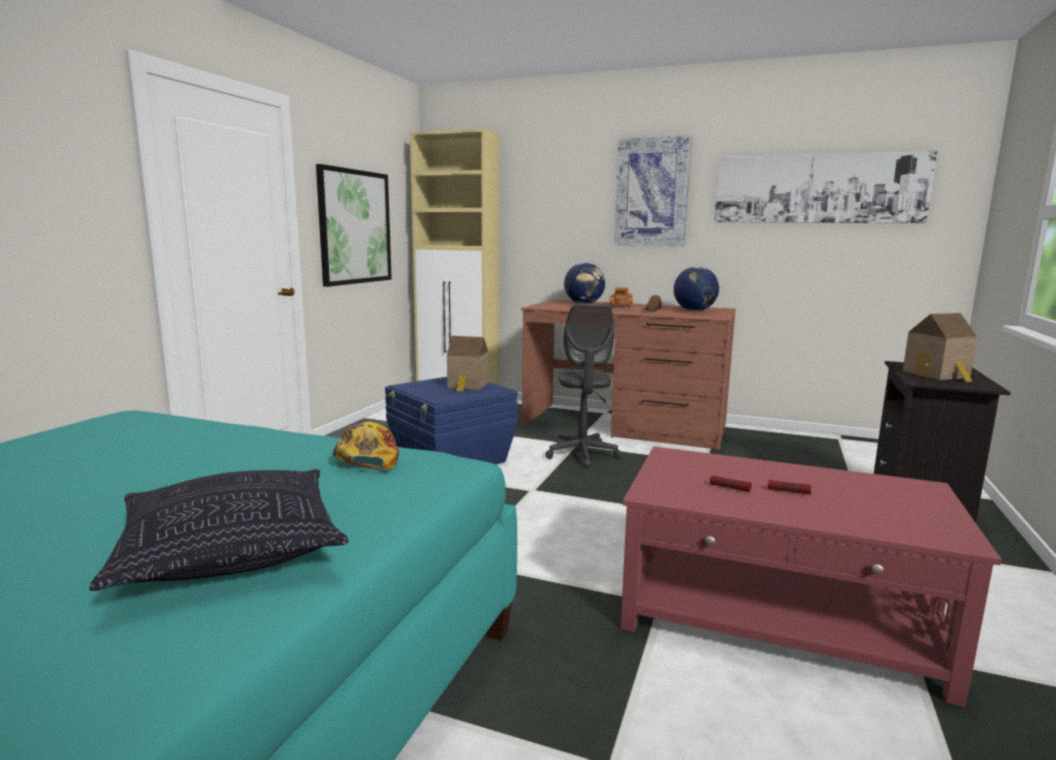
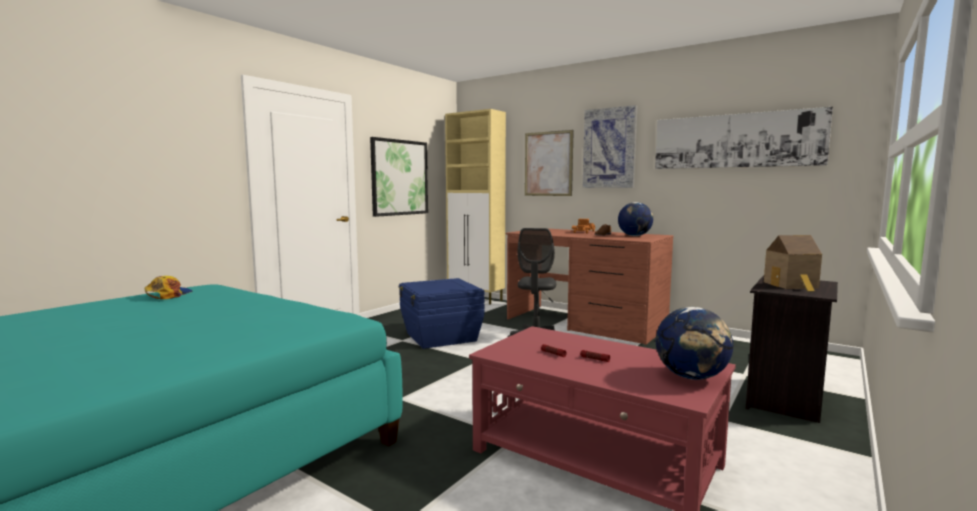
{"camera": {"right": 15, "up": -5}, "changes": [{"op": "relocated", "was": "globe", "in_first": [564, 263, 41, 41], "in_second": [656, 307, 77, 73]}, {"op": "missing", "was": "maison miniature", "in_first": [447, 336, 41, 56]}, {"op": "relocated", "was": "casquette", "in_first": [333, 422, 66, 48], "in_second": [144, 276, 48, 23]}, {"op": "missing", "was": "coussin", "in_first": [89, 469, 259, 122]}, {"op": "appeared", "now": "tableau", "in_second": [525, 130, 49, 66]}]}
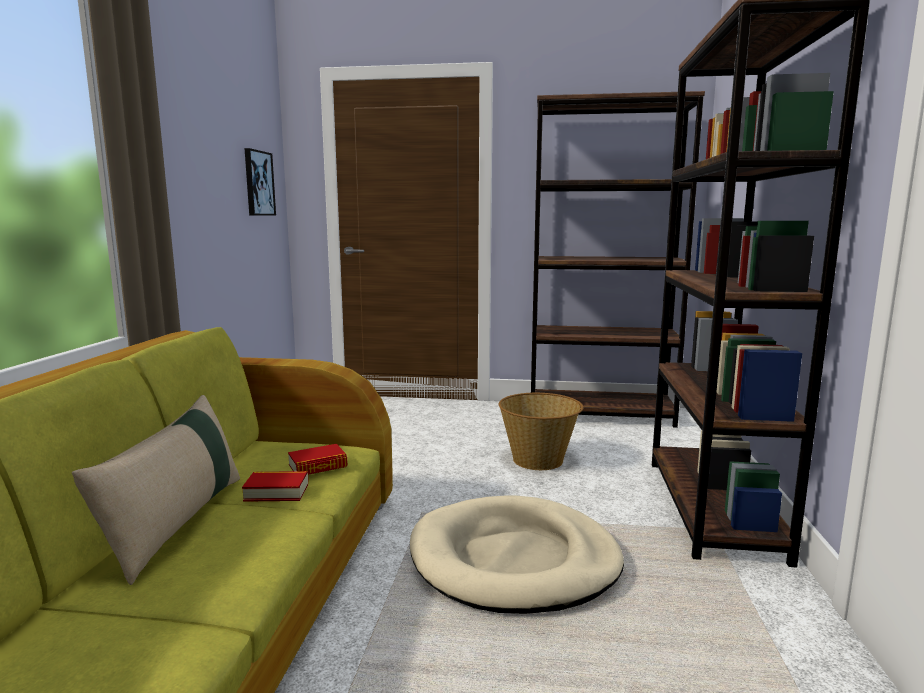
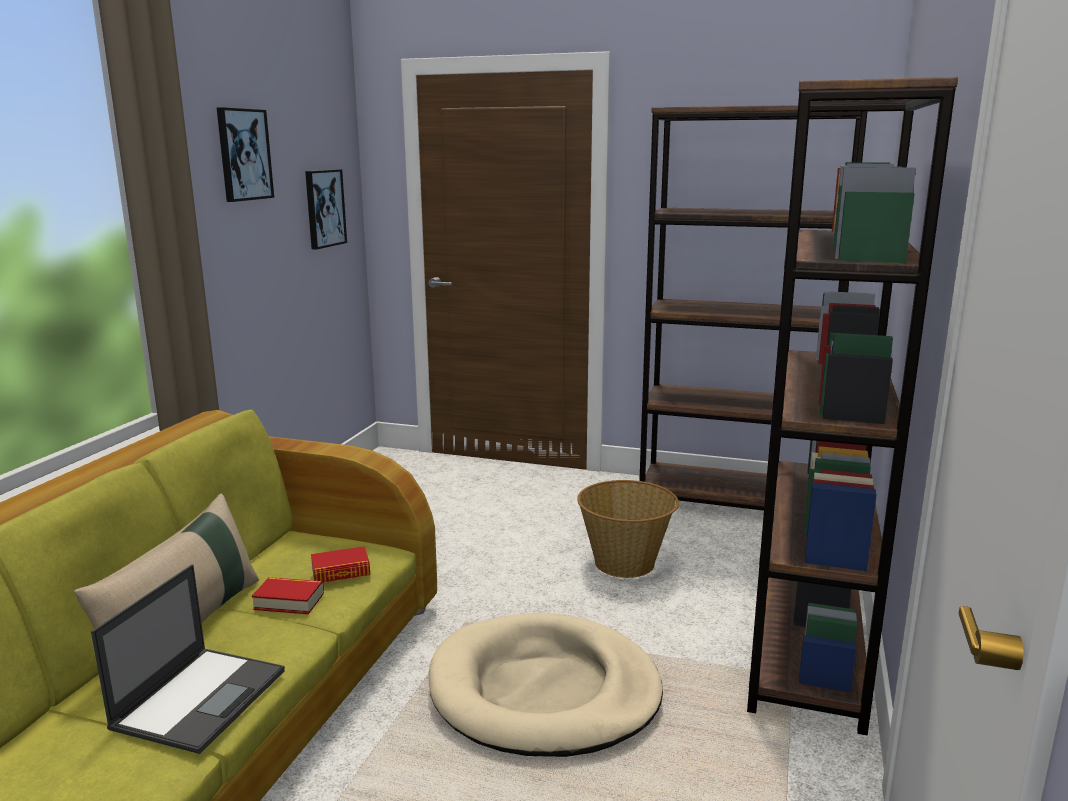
{"camera": {"right": 10, "up": 5}, "changes": [{"op": "appeared", "now": "tableau", "in_second": [217, 107, 57, 95]}, {"op": "appeared", "now": "ordinateur portable", "in_second": [91, 564, 194, 190]}]}
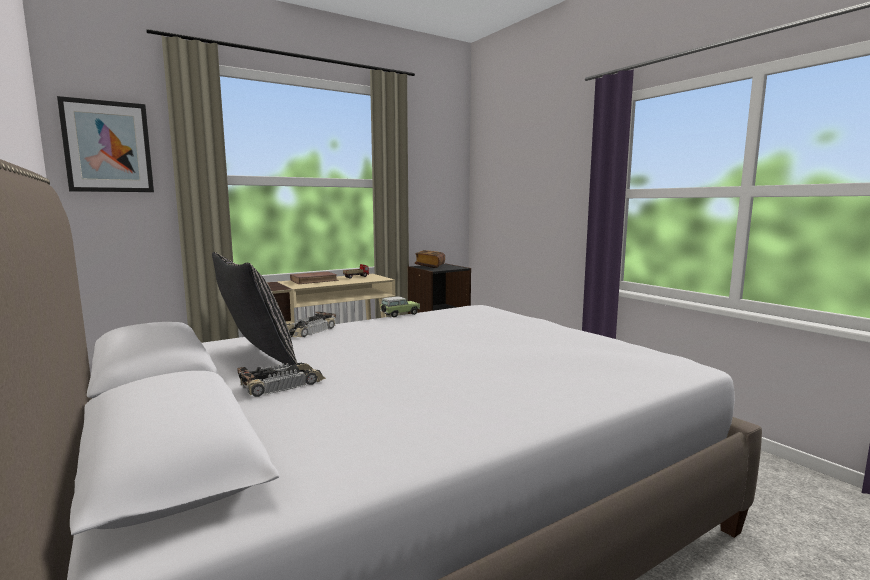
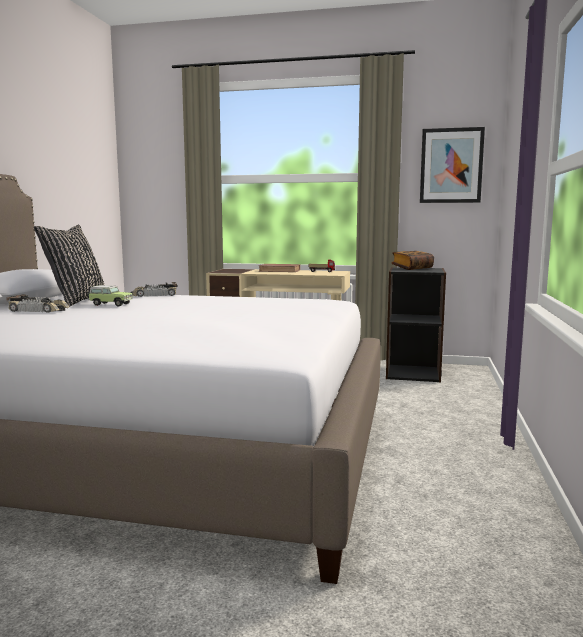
{"camera": {"right": 45, "up": 0}, "changes": [{"op": "relocated", "was": "tableau", "in_first": [57, 96, 97, 96], "in_second": [420, 127, 65, 76]}, {"op": "relocated", "was": "petite voiture", "in_first": [380, 296, 40, 22], "in_second": [87, 285, 46, 21]}]}
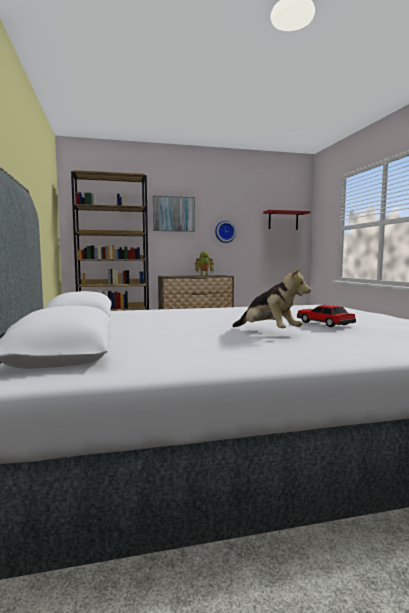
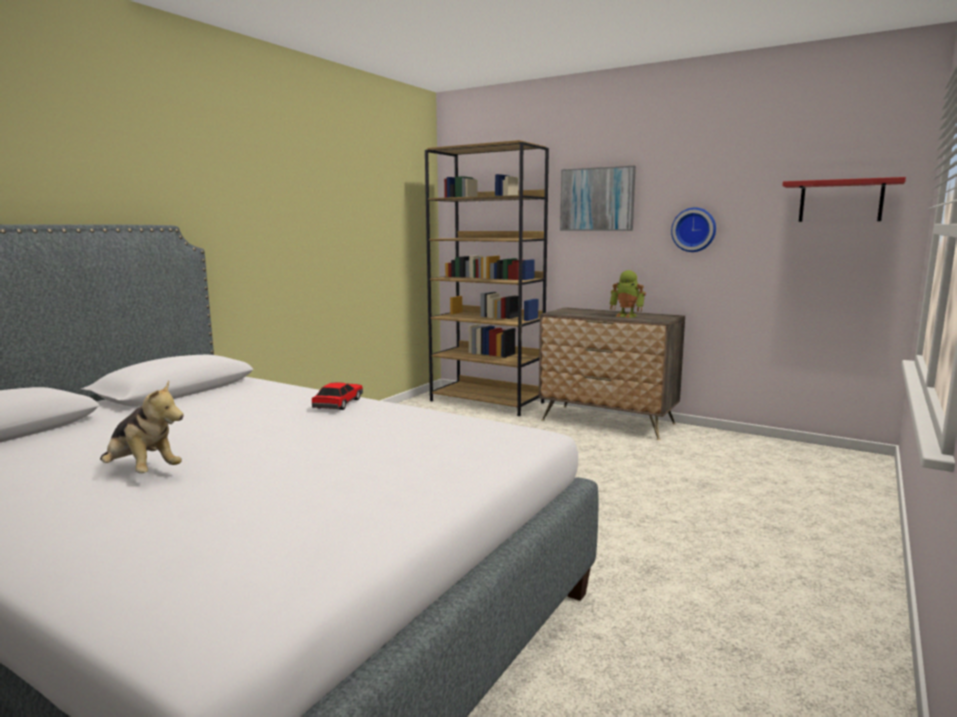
{"camera": {"right": 45, "up": 5}, "changes": [{"op": "spun", "was": "peluche", "in_first": [233, 267, 78, 61], "in_second": [100, 380, 84, 93], "clockwise": -60}, {"op": "relocated", "was": "petite voiture", "in_first": [297, 305, 59, 22], "in_second": [312, 382, 51, 28]}]}
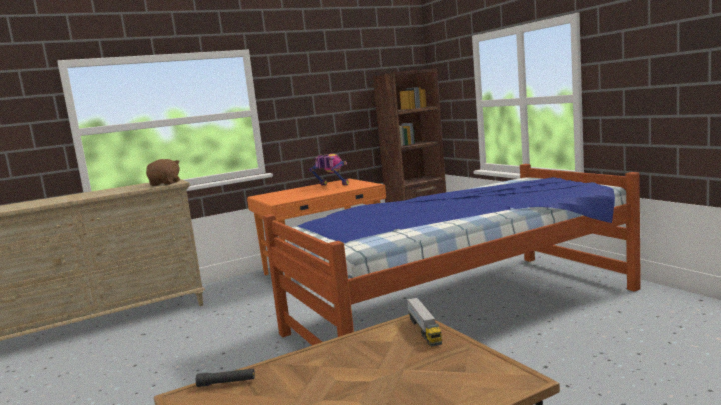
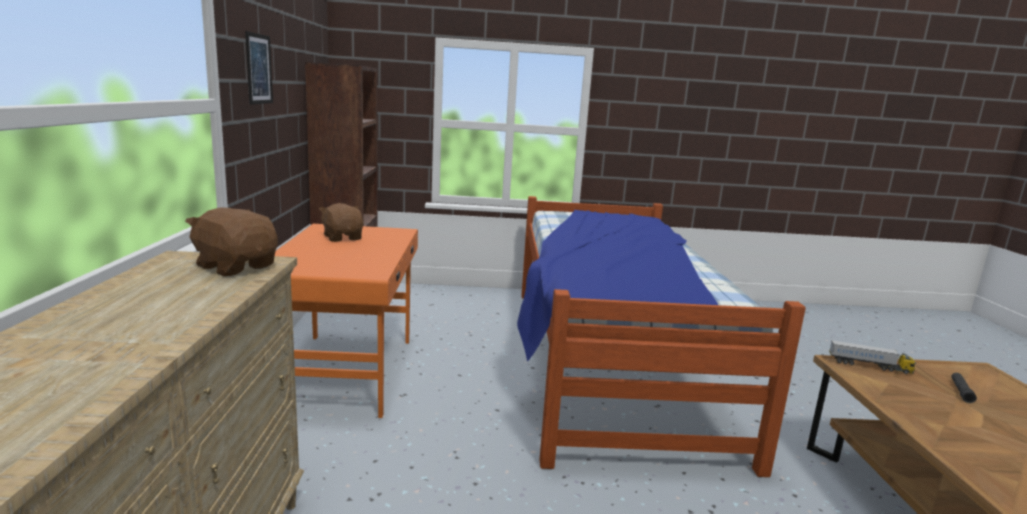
{"camera": {"right": -65, "up": 5}, "changes": [{"op": "exchanged", "was": "robot jouet", "now": "peluche [marron]", "in_first": [309, 154, 40, 31], "in_second": [319, 203, 45, 39]}, {"op": "relocated", "was": "lampe de poche [noir]", "in_first": [196, 369, 59, 18], "in_second": [951, 373, 26, 30]}, {"op": "appeared", "now": "tableau", "in_second": [245, 31, 28, 73]}]}
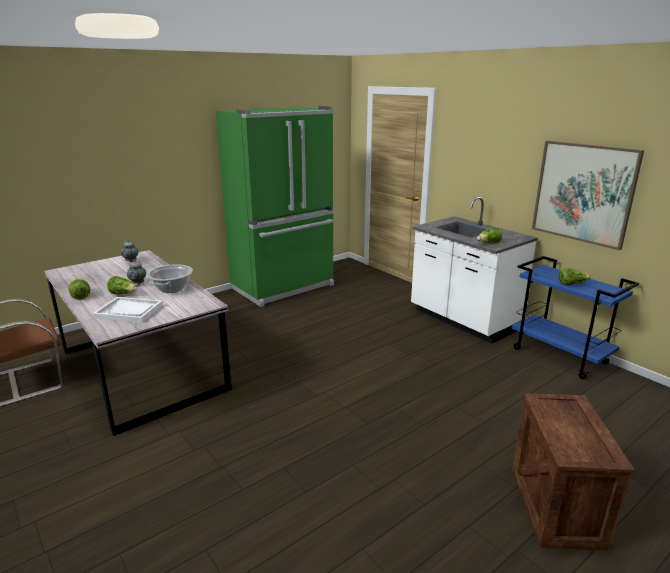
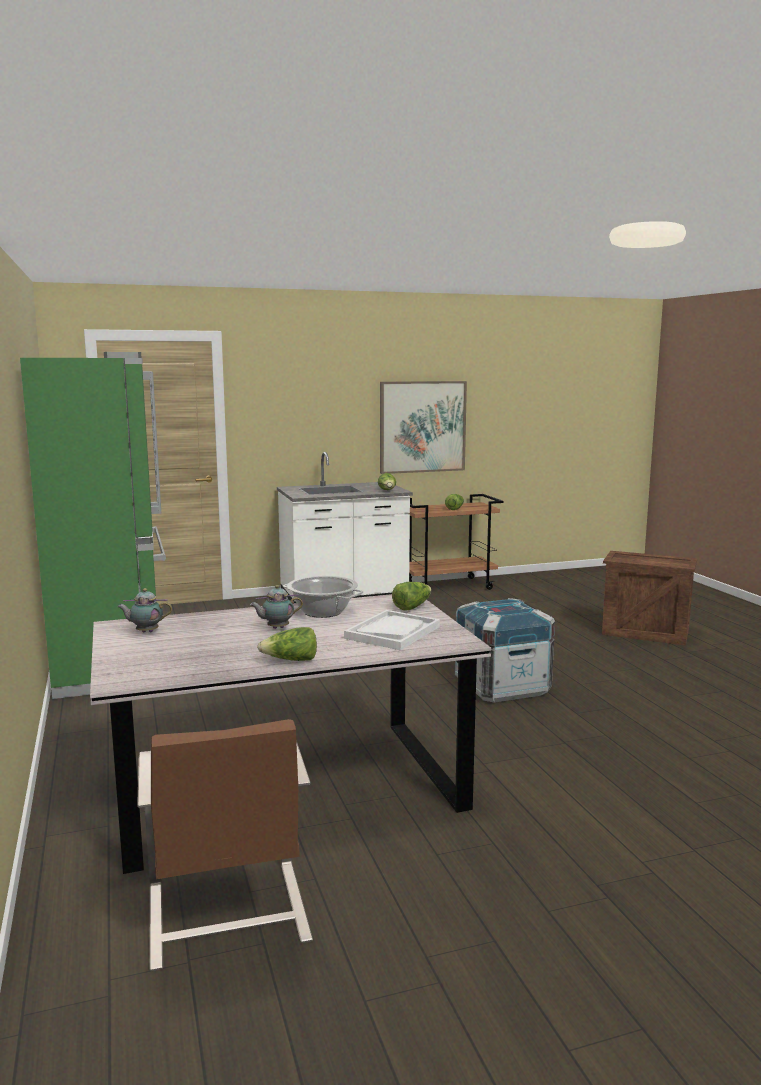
{"camera": {"right": -70, "up": -10}, "changes": [{"op": "colour", "was": "chariot [bleu]", "now": "chariot [marron]", "in_first": [512, 256, 127, 123], "in_second": [409, 494, 95, 96]}, {"op": "relocated", "was": "laitue", "in_first": [107, 276, 30, 19], "in_second": [392, 582, 40, 29]}, {"op": "appeared", "now": "caisse", "in_second": [455, 598, 100, 105]}]}
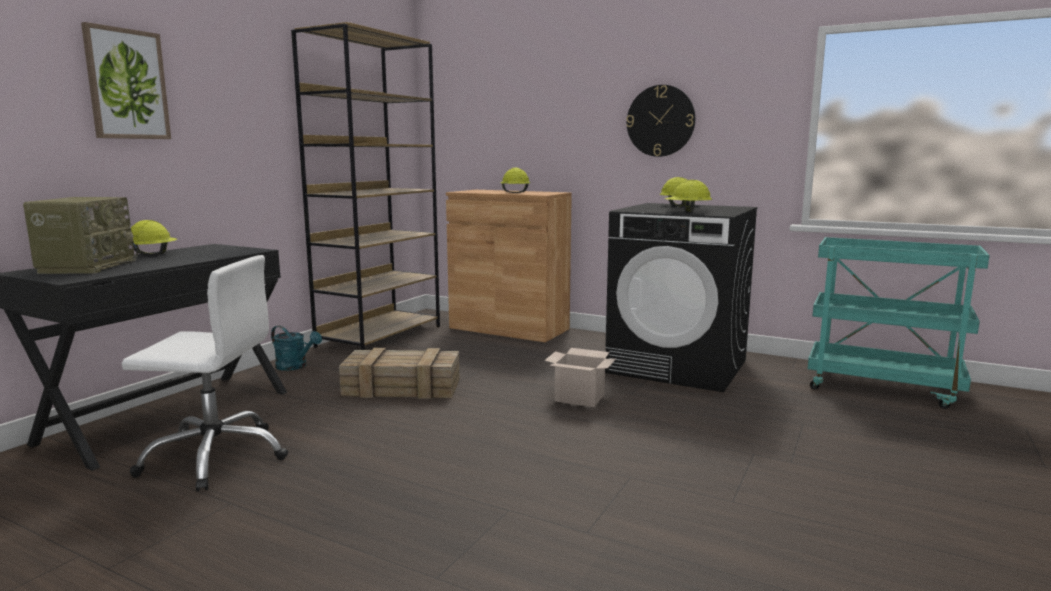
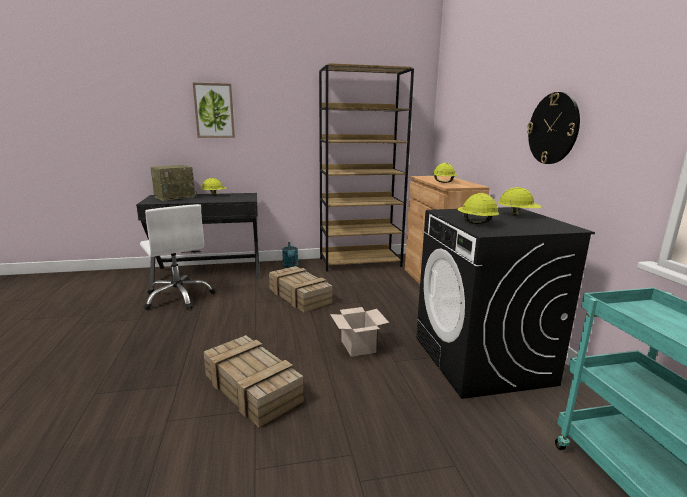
{"camera": {"right": 50, "up": 5}, "changes": [{"op": "appeared", "now": "caisse", "in_second": [203, 335, 101, 93]}]}
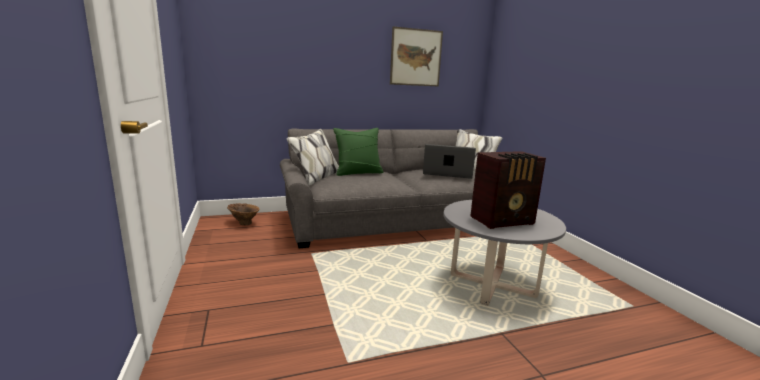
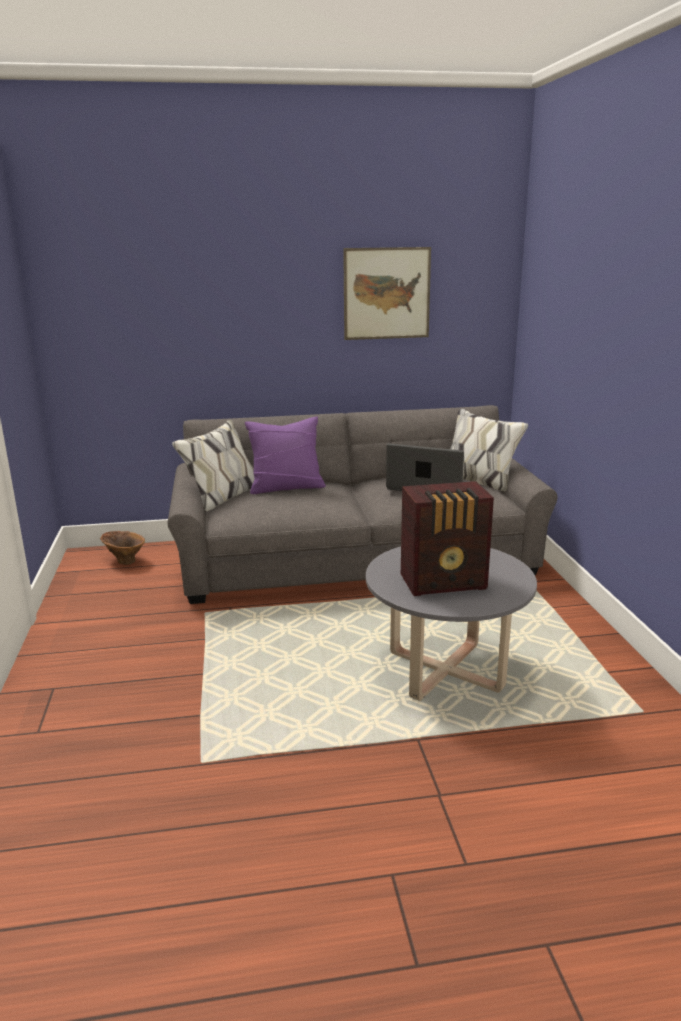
{"camera": {"right": 10, "up": 5}, "changes": [{"op": "colour", "was": "coussin [vert]", "now": "coussin [violet]", "in_first": [333, 128, 50, 48], "in_second": [245, 417, 81, 77]}]}
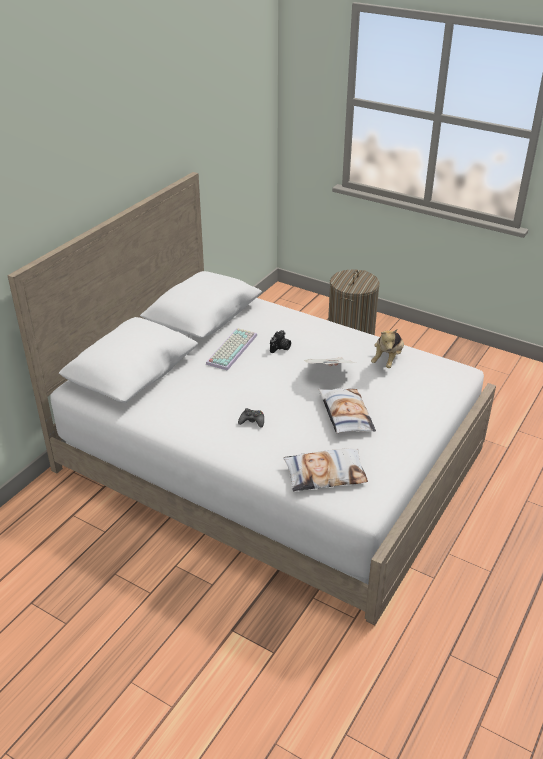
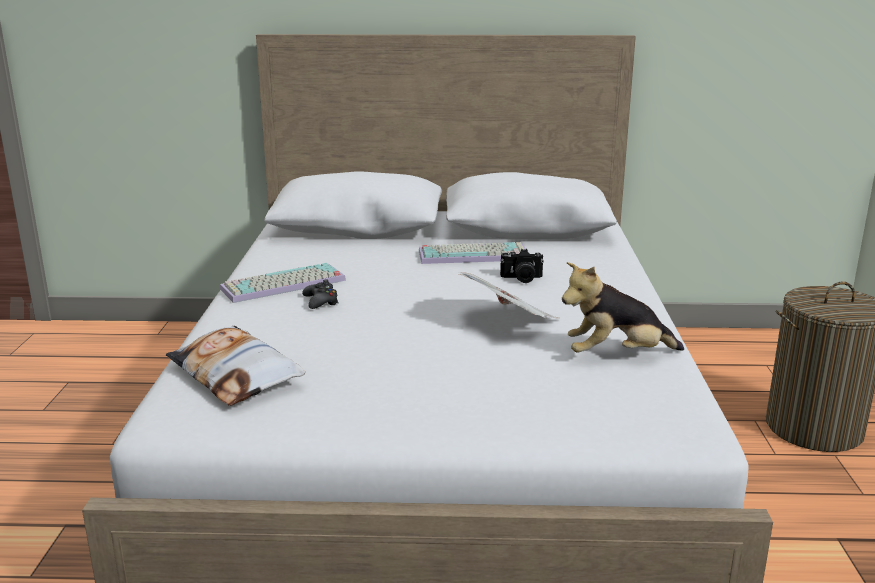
{"camera": {"right": 60, "up": -15}, "changes": [{"op": "missing", "was": "coussin", "in_first": [319, 388, 57, 45]}, {"op": "appeared", "now": "clavier", "in_second": [220, 263, 126, 40]}]}
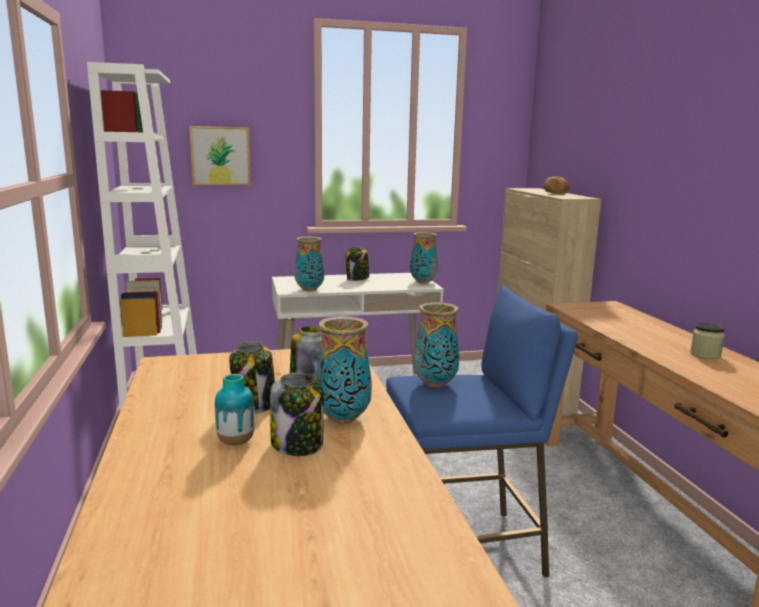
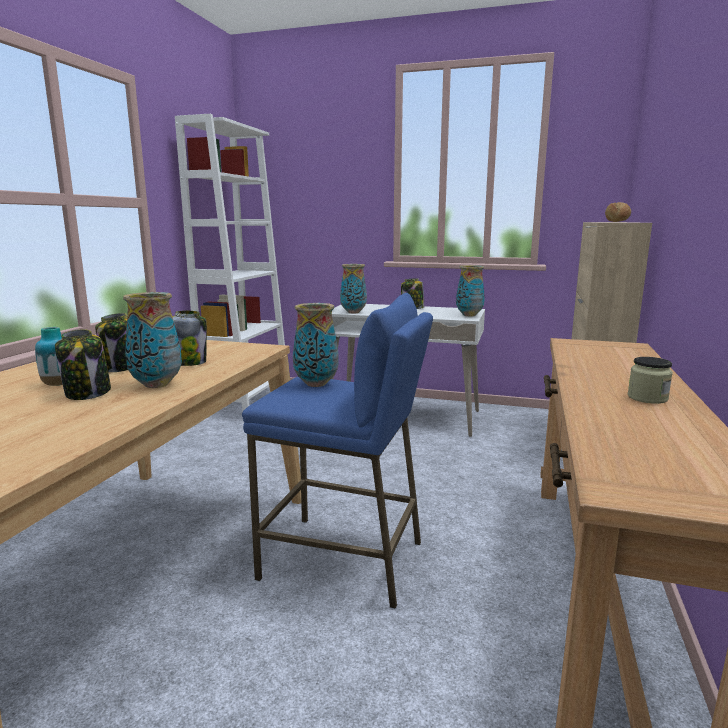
{"camera": {"right": 30, "up": 0}, "changes": [{"op": "missing", "was": "tableau", "in_first": [189, 126, 62, 59]}]}
